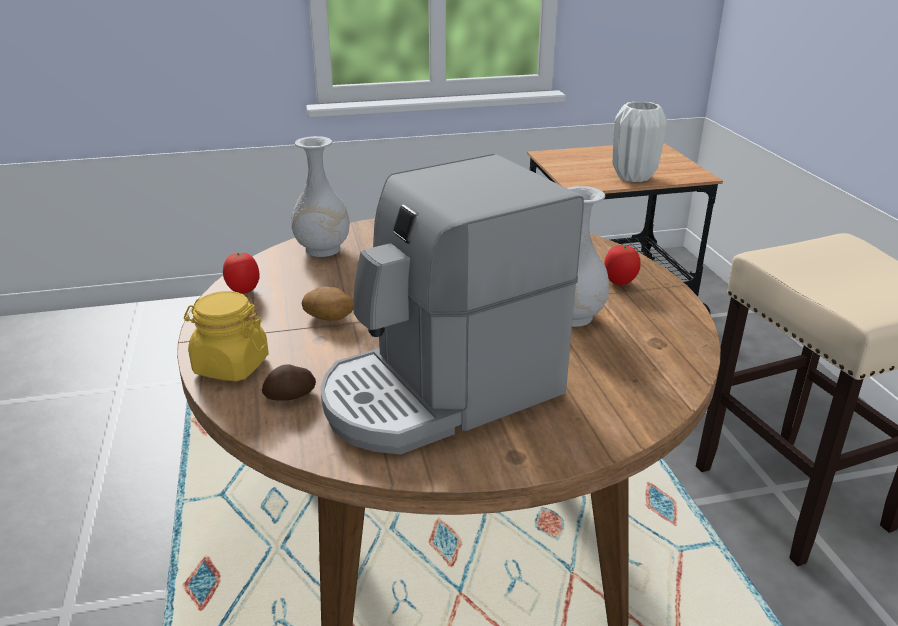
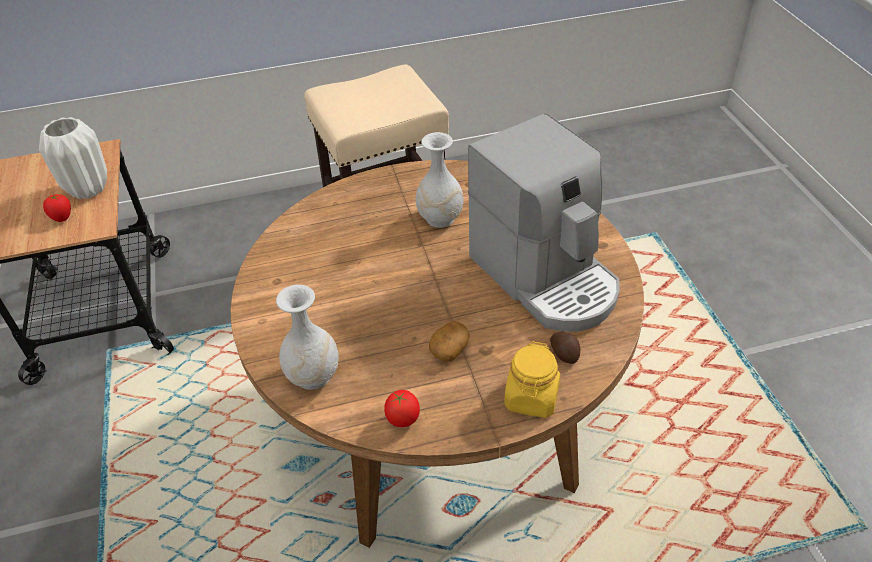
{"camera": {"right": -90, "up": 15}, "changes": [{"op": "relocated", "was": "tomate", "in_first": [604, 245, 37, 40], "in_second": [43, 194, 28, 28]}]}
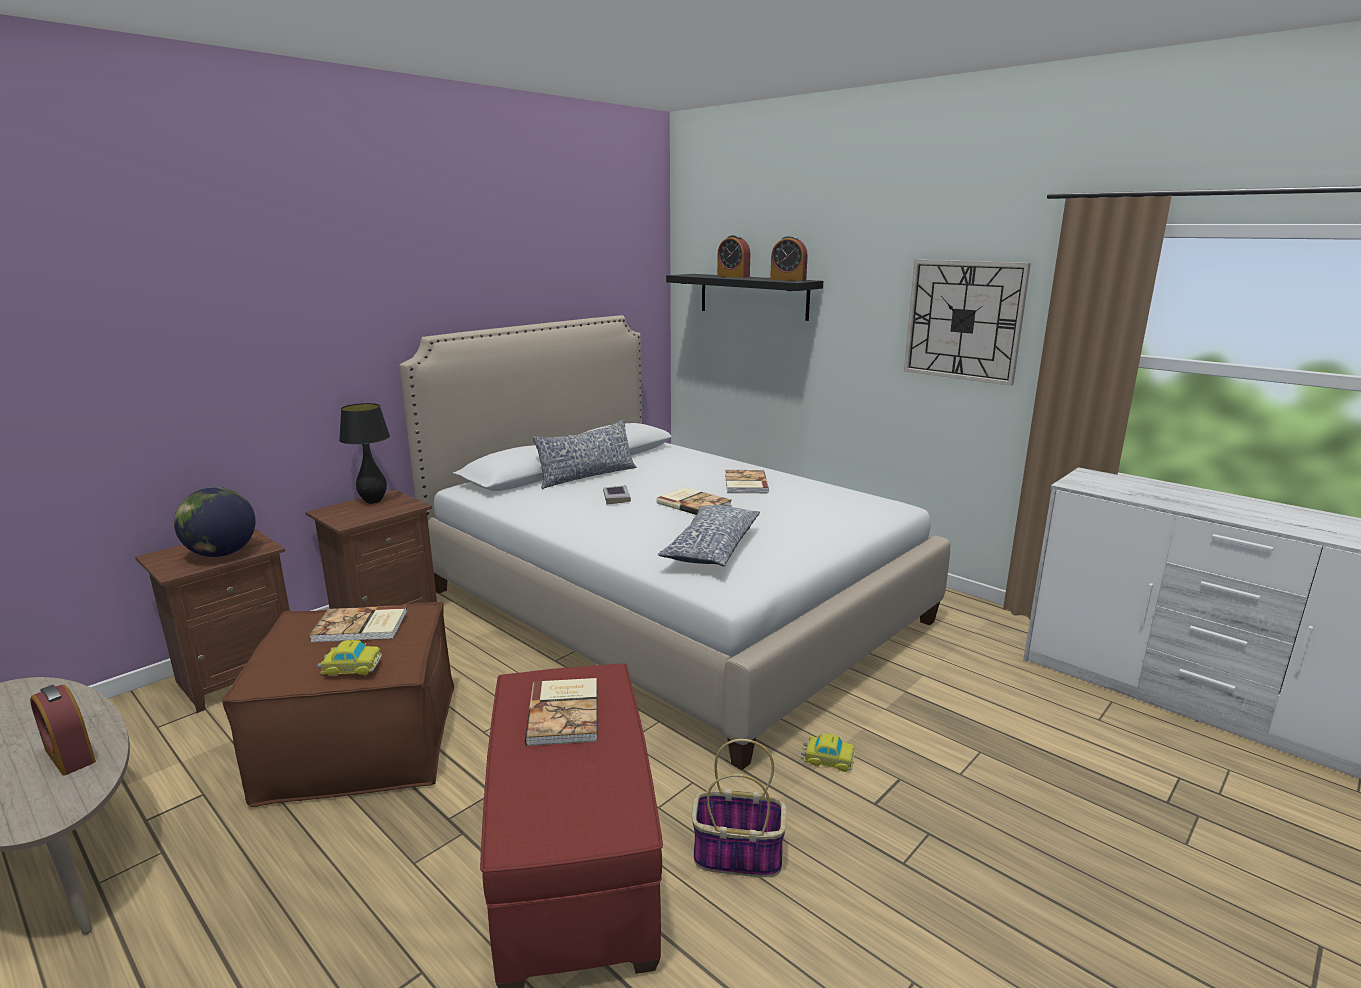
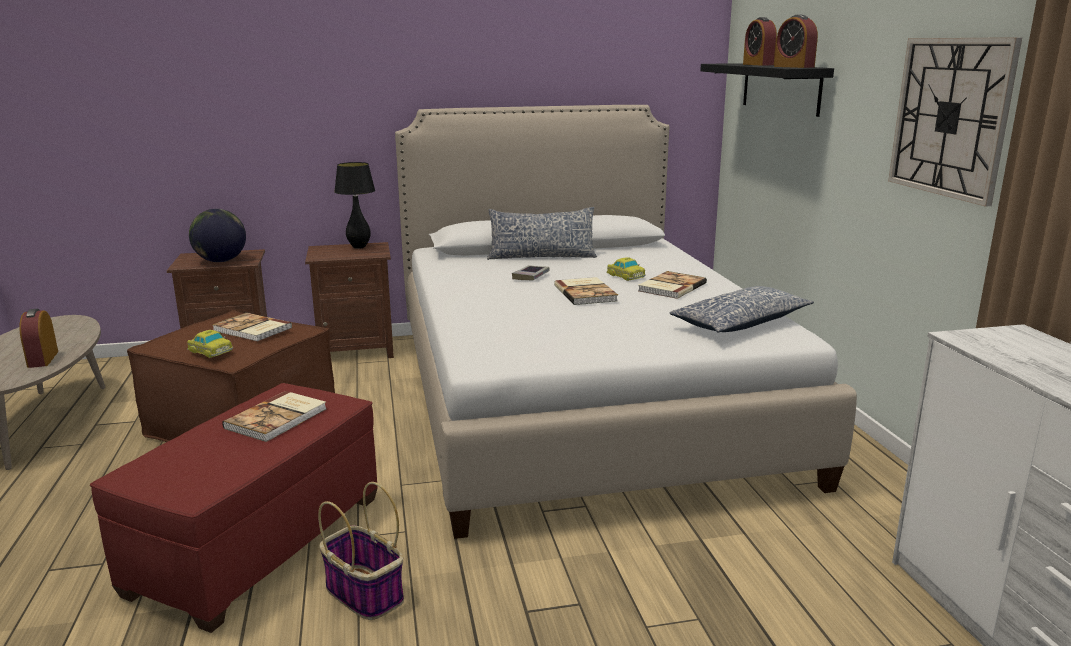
{"camera": {"right": 35, "up": 0}, "changes": [{"op": "relocated", "was": "coussin", "in_first": [658, 505, 102, 61], "in_second": [670, 286, 144, 47]}, {"op": "relocated", "was": "petite voiture", "in_first": [801, 733, 54, 39], "in_second": [606, 258, 40, 23]}]}
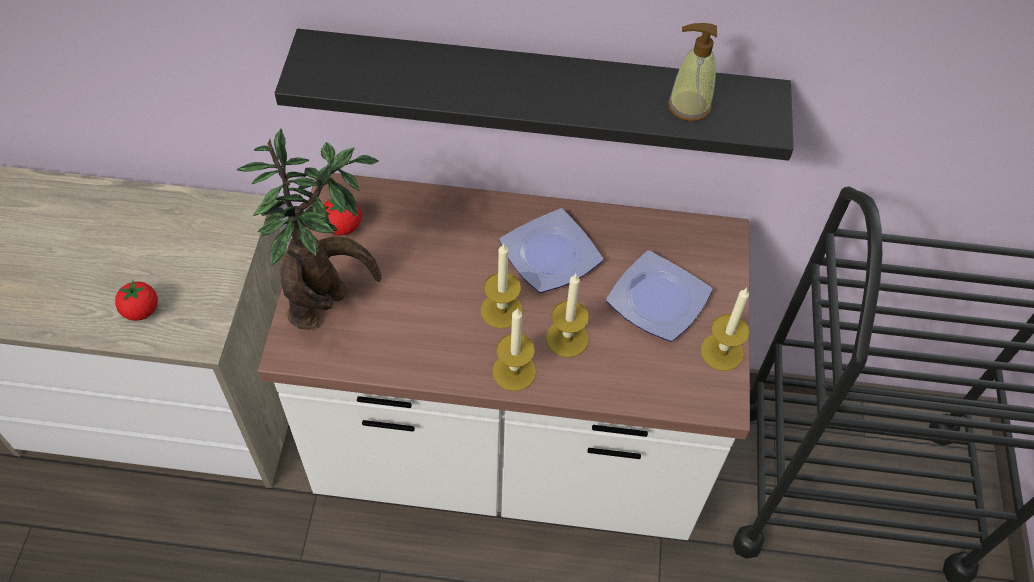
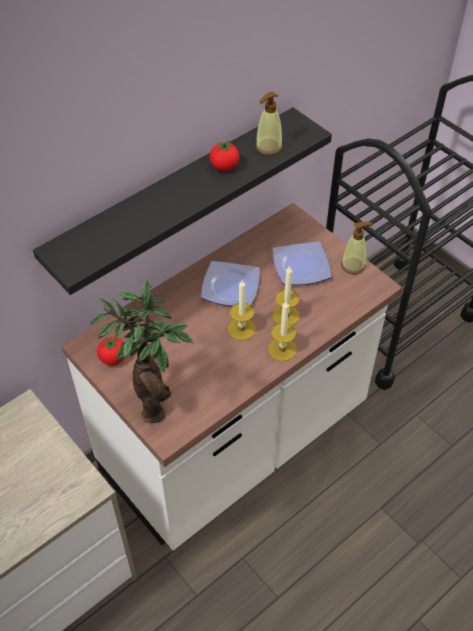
{"camera": {"right": -45, "up": -5}, "changes": [{"op": "relocated", "was": "tomate", "in_first": [115, 280, 43, 41], "in_second": [210, 140, 29, 31]}, {"op": "exchanged", "was": "bougie", "now": "distributeur de savon", "in_first": [701, 287, 49, 84], "in_second": [341, 222, 32, 52]}]}
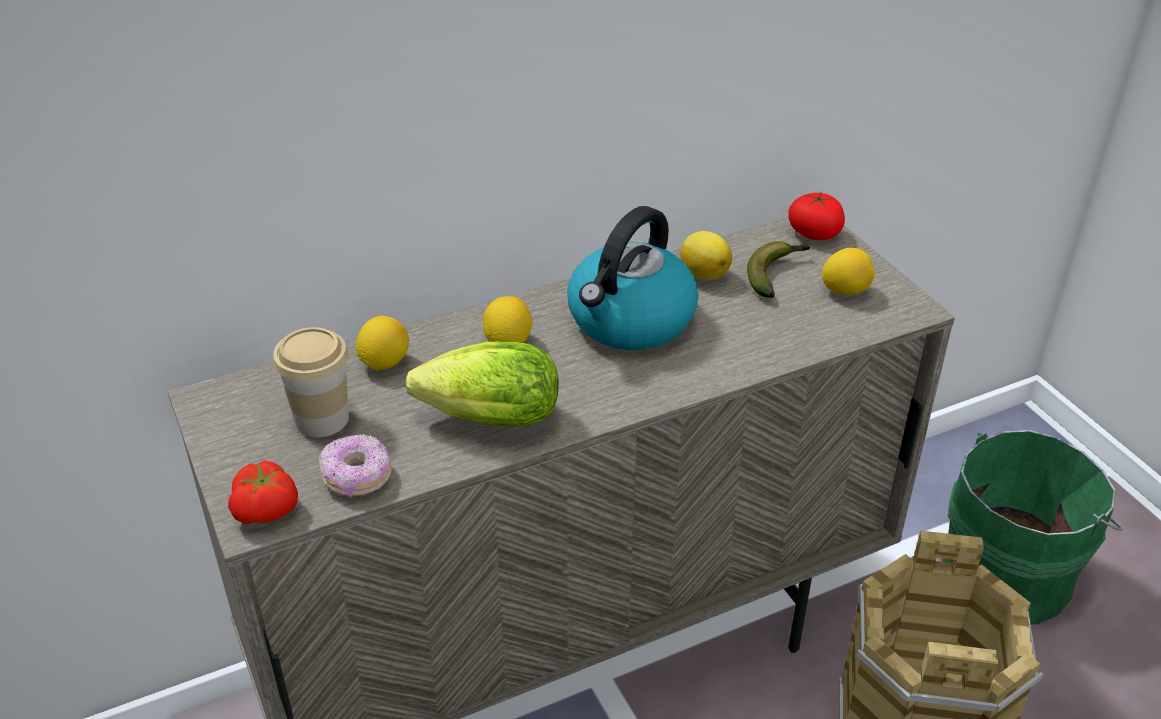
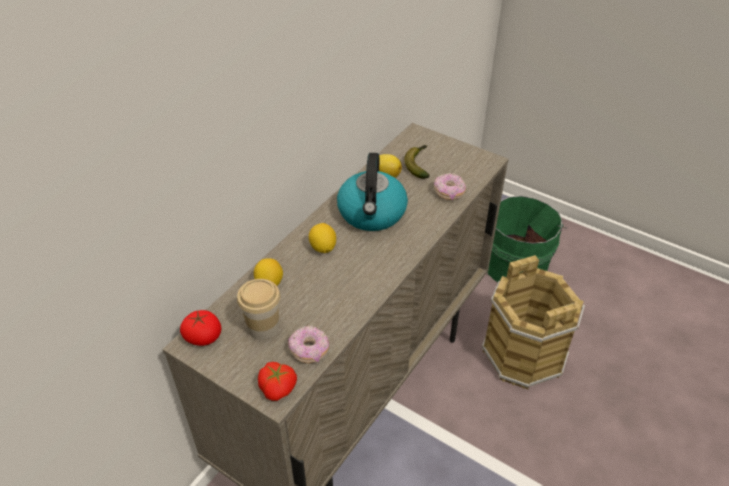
{"camera": {"right": -30, "up": 5}, "changes": [{"op": "relocated", "was": "tomate", "in_first": [788, 191, 57, 49], "in_second": [180, 310, 42, 36]}, {"op": "missing", "was": "citron", "in_first": [822, 248, 53, 47]}, {"op": "missing", "was": "laitue", "in_first": [406, 342, 153, 85]}, {"op": "appeared", "now": "beignet", "in_second": [434, 173, 32, 27]}]}
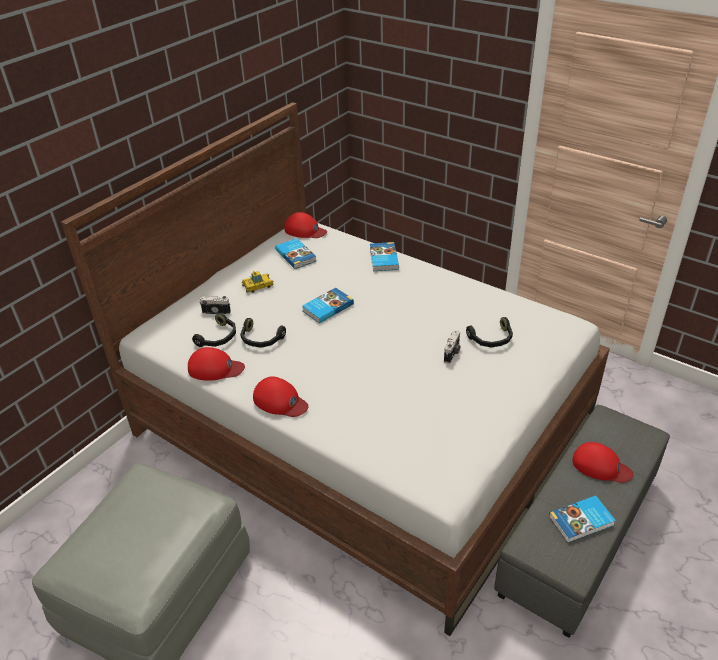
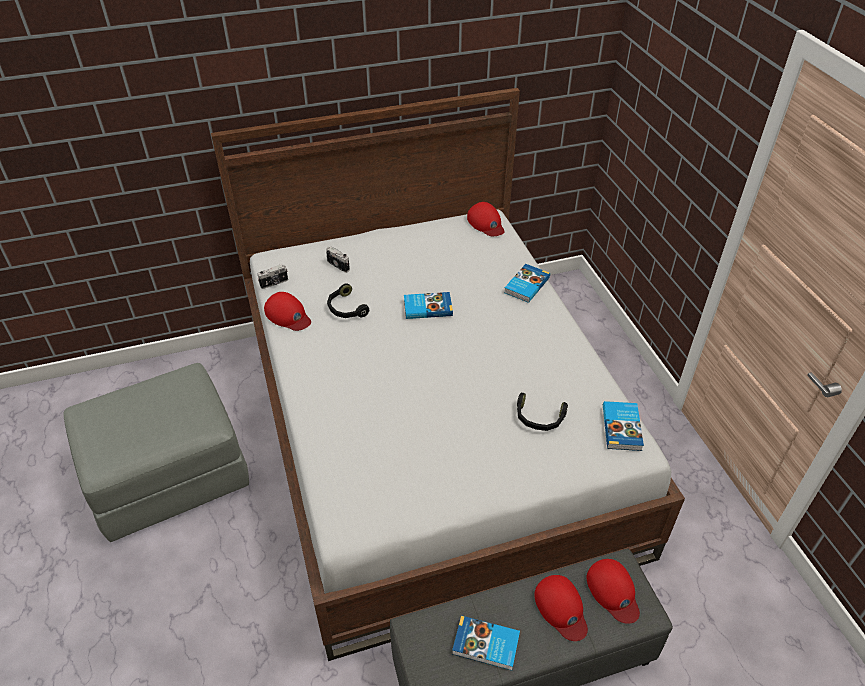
{"camera": {"right": 35, "up": 5}, "changes": [{"op": "relocated", "was": "livre", "in_first": [275, 238, 41, 31], "in_second": [603, 401, 41, 50]}, {"op": "missing", "was": "petite voiture", "in_first": [242, 271, 31, 22]}, {"op": "missing", "was": "casque audio [noir]", "in_first": [192, 313, 44, 34]}, {"op": "relocated", "was": "appareil photo", "in_first": [444, 330, 16, 34], "in_second": [257, 264, 31, 25]}, {"op": "relocated", "was": "casquette [rouge]", "in_first": [253, 376, 56, 41], "in_second": [587, 559, 53, 65]}]}
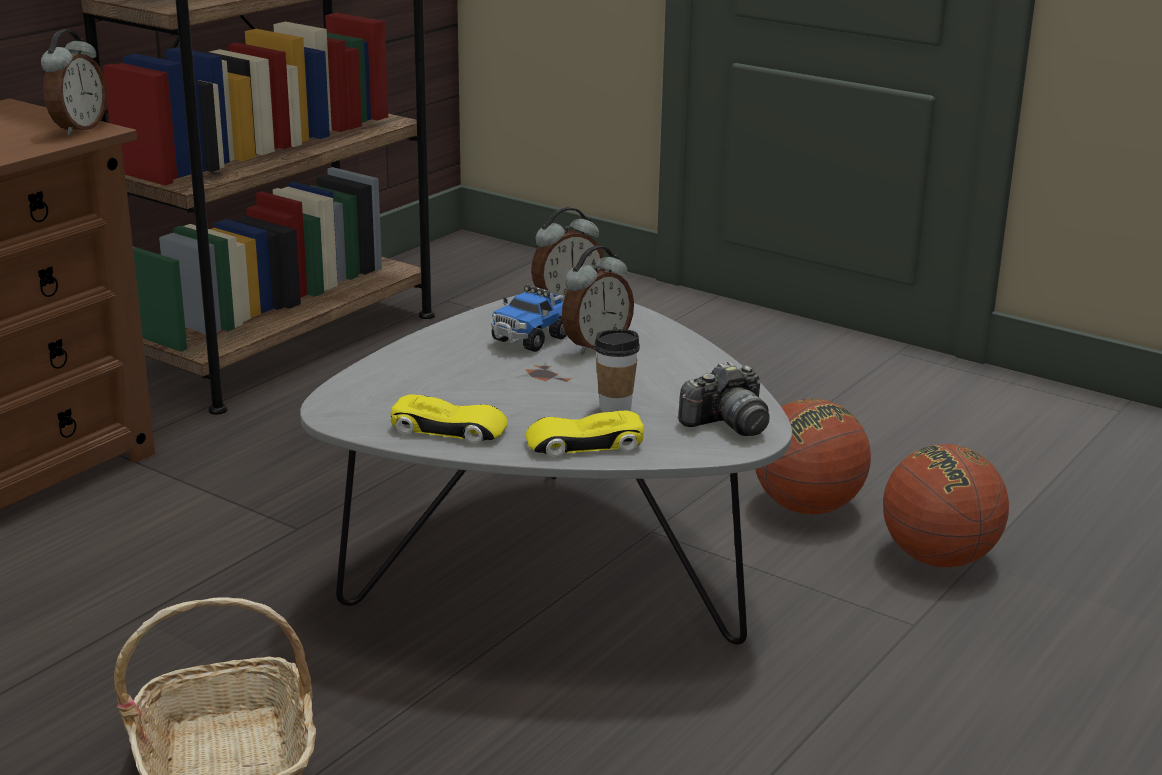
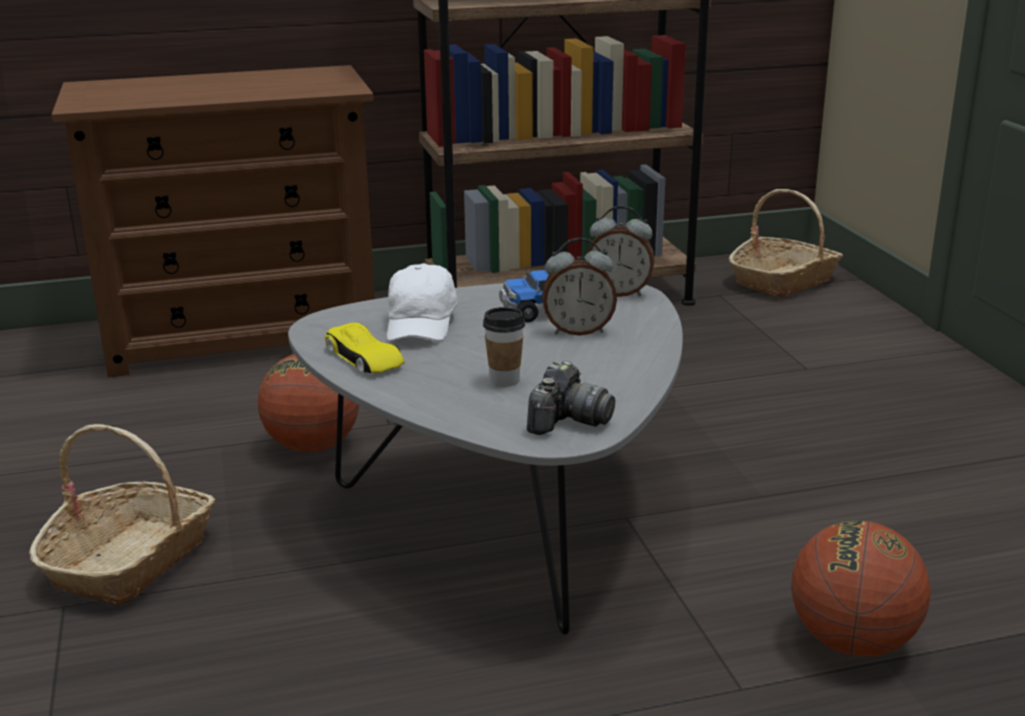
{"camera": {"right": 40, "up": 0}, "changes": [{"op": "missing", "was": "réveil", "in_first": [41, 30, 66, 106]}, {"op": "spun", "was": "appareil photo", "in_first": [678, 362, 92, 74], "in_second": [527, 361, 88, 74], "clockwise": -75}, {"op": "relocated", "was": "ballon de basket", "in_first": [755, 398, 116, 116], "in_second": [258, 354, 101, 98]}, {"op": "missing", "was": "petite voiture [jaune]", "in_first": [526, 411, 118, 46]}, {"op": "appeared", "now": "panier", "in_second": [729, 189, 114, 109]}, {"op": "appeared", "now": "casquette [blanc]", "in_second": [387, 263, 71, 79]}]}
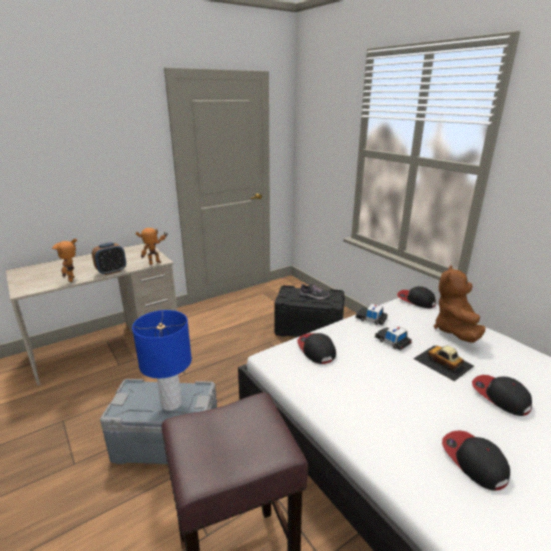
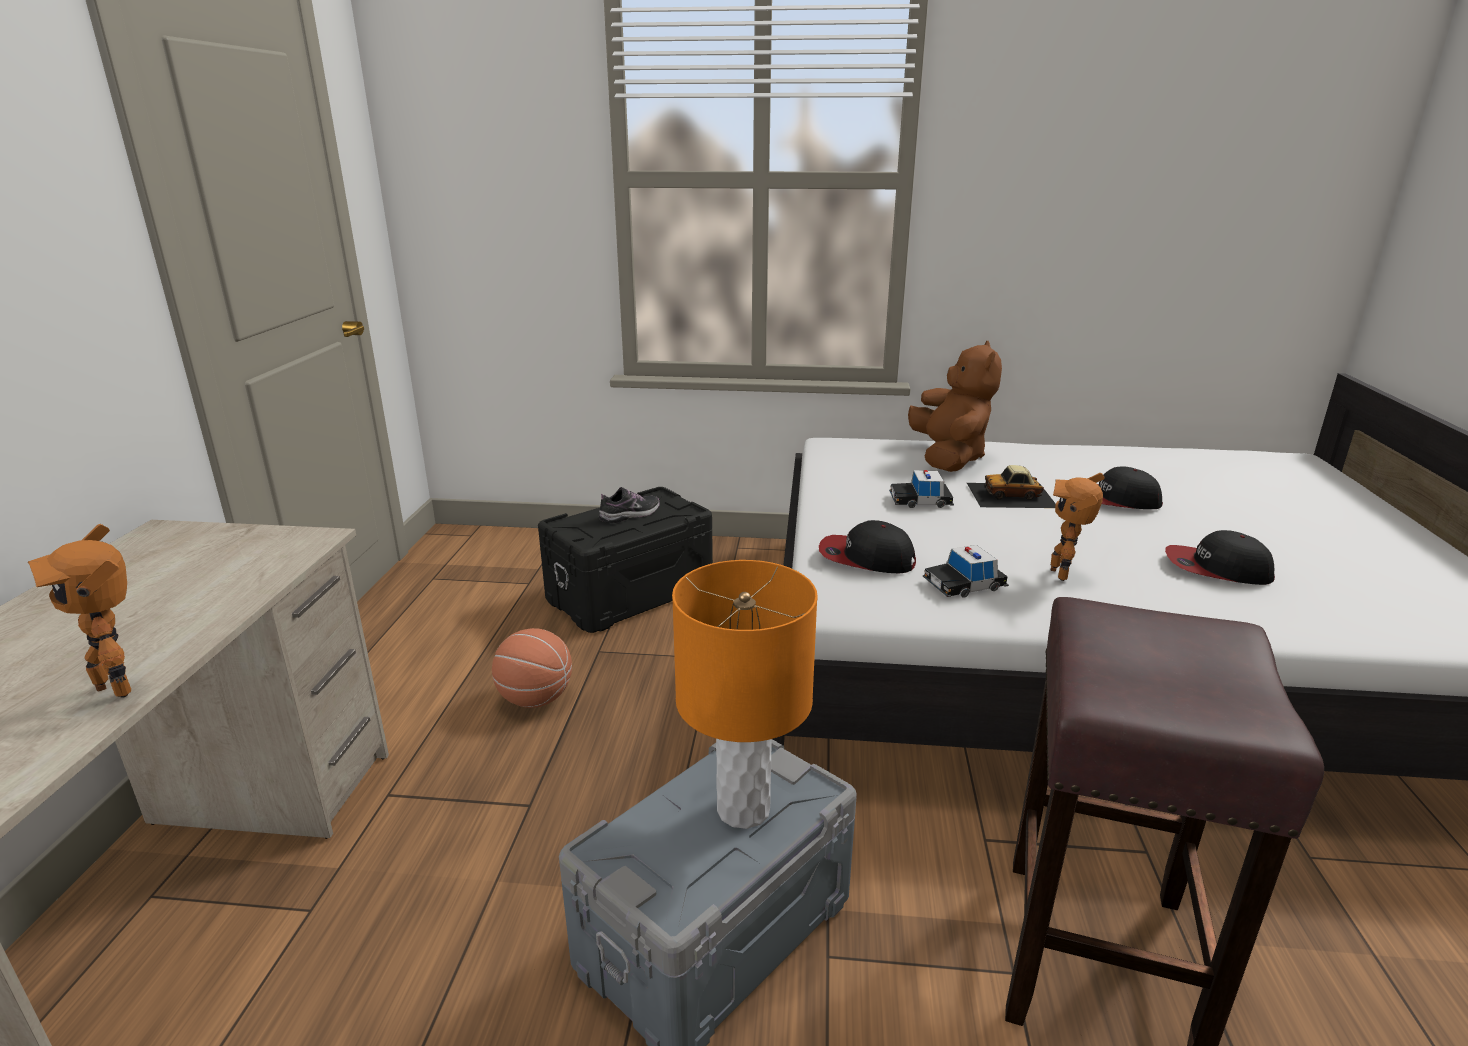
{"camera": {"right": -50, "up": 0}, "changes": [{"op": "relocated", "was": "robot jouet", "in_first": [136, 228, 32, 37], "in_second": [1051, 473, 54, 108]}, {"op": "missing", "was": "réveil", "in_first": [92, 242, 34, 33]}, {"op": "spun", "was": "peluche [marron]", "in_first": [434, 265, 51, 78], "in_second": [908, 341, 94, 131], "clockwise": -150}, {"op": "missing", "was": "casquette", "in_first": [397, 286, 39, 22]}, {"op": "relocated", "was": "petite voiture", "in_first": [355, 304, 33, 22], "in_second": [923, 545, 86, 53]}, {"op": "colour", "was": "lampe de table [bleu]", "now": "lampe de table [orange]", "in_first": [132, 310, 60, 101], "in_second": [672, 560, 146, 269]}, {"op": "appeared", "now": "ballon de basket", "in_second": [492, 628, 80, 80]}]}
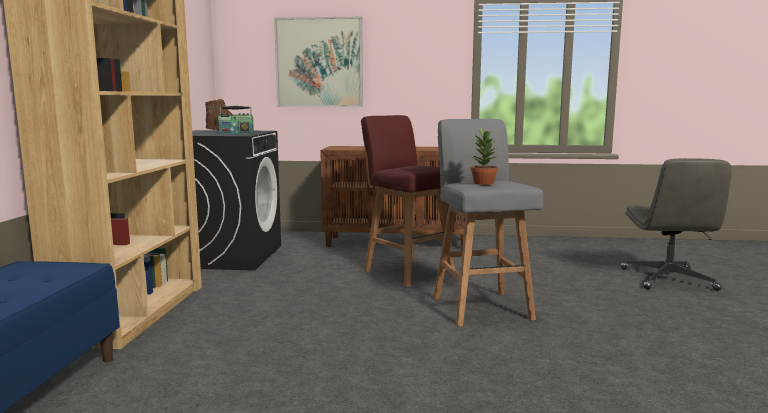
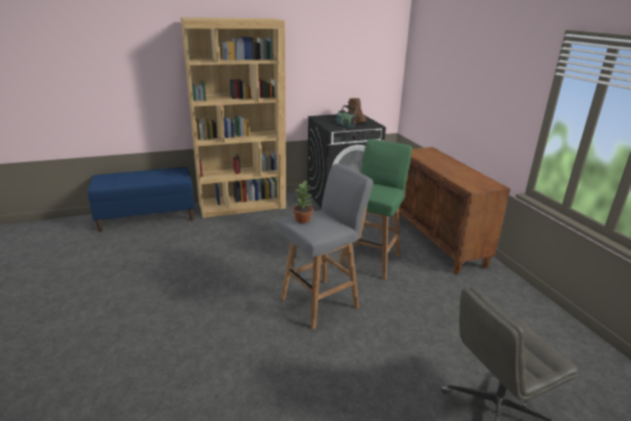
{"camera": {"right": 65, "up": 15}, "changes": [{"op": "missing", "was": "tableau", "in_first": [274, 17, 89, 90]}, {"op": "colour", "was": "tabouret [rouge]", "now": "tabouret [vert]", "in_first": [361, 115, 94, 172], "in_second": [339, 139, 73, 141]}]}
